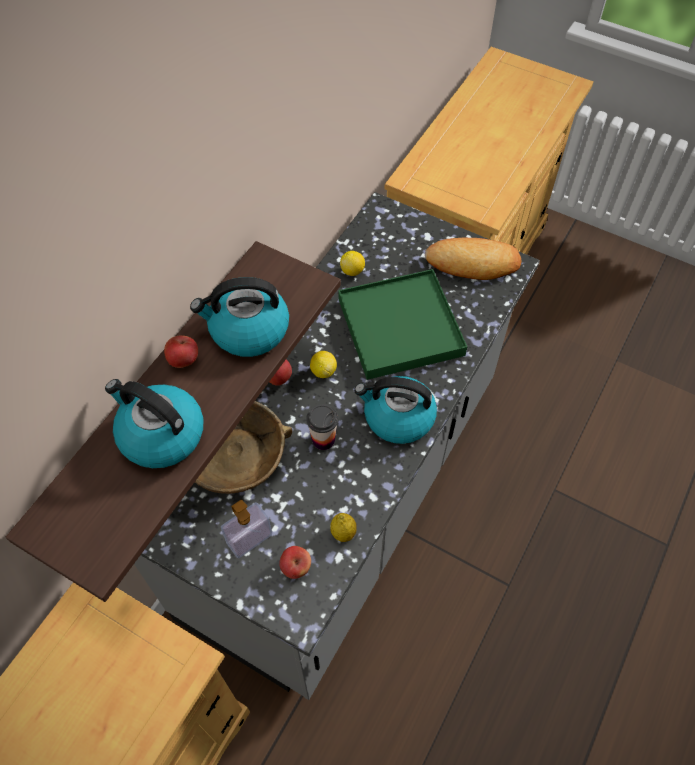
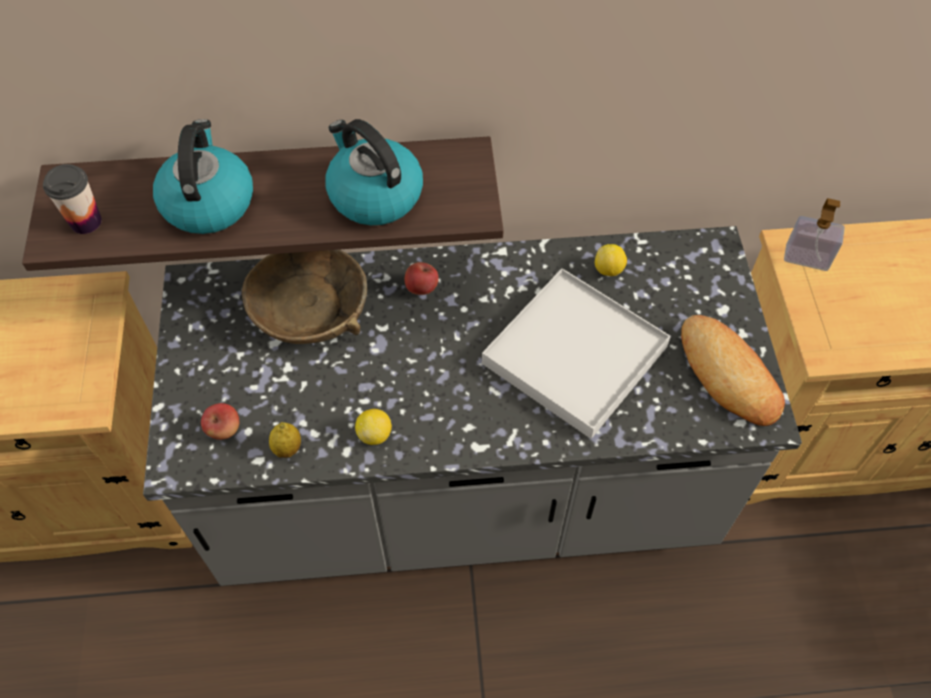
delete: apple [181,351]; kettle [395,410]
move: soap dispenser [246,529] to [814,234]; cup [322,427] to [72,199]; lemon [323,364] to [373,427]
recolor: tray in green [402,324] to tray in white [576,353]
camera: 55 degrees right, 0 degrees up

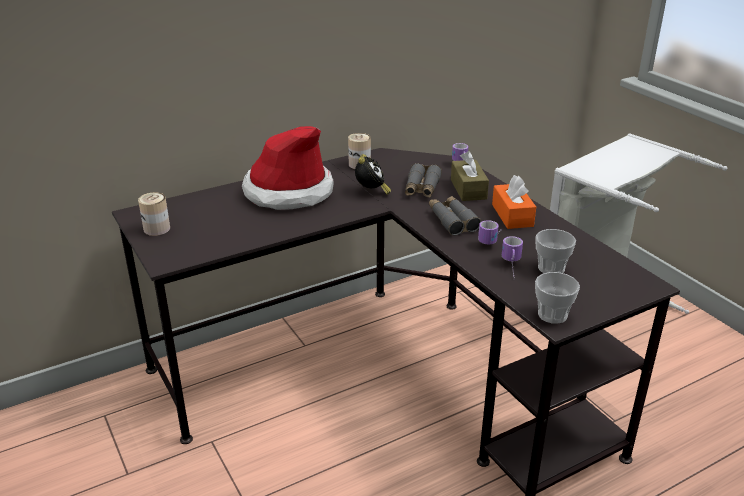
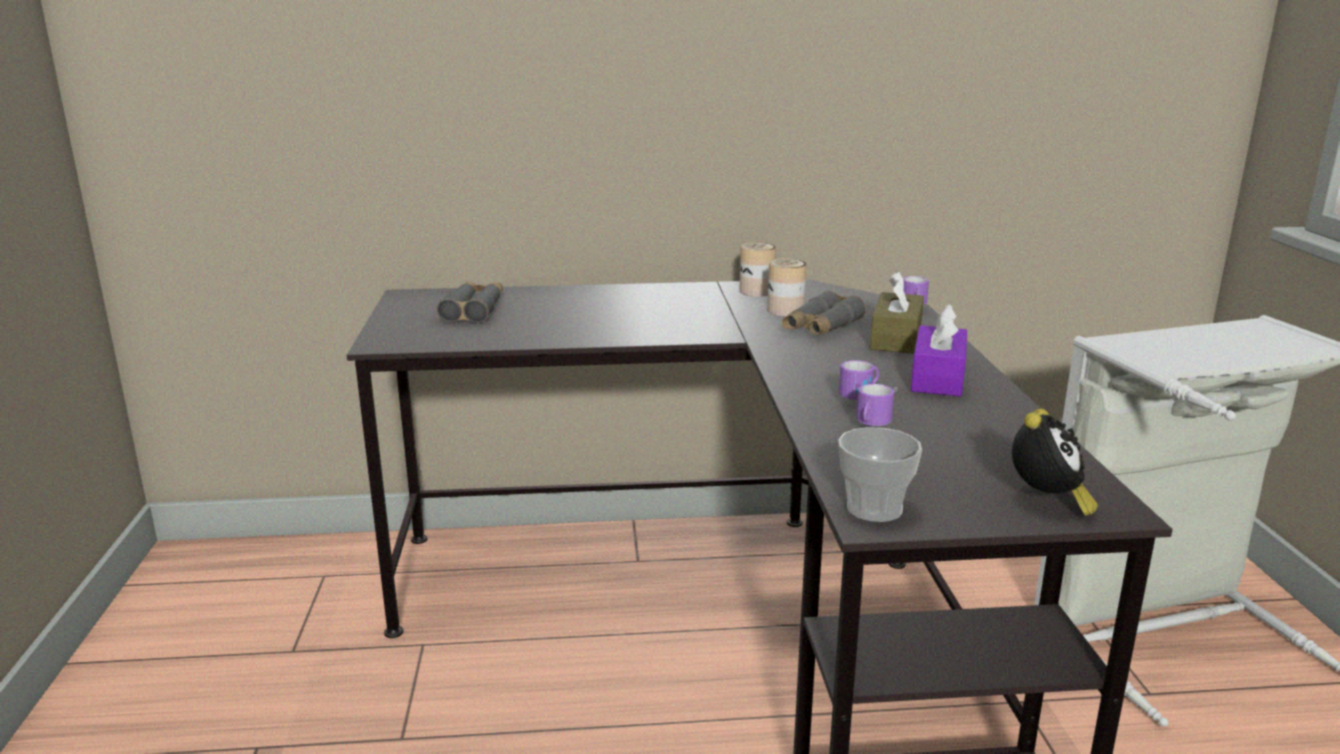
delete: hat [288,168]; cup [555,251]
move: can [154,214] to [786,287]; alarm clock [373,174] to [1055,462]; binoculars in grey [455,216] to [470,302]
recolor: tissue box in orange [514,202] to tissue box in purple [939,350]
camera: 25 degrees right, 10 degrees down

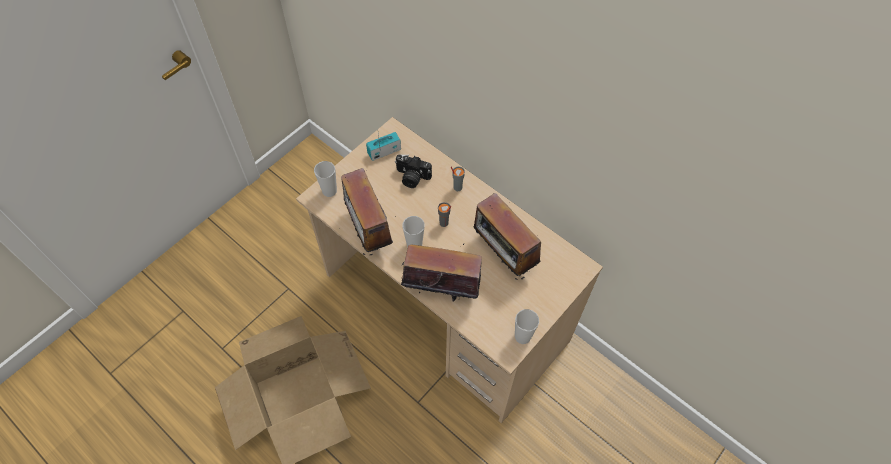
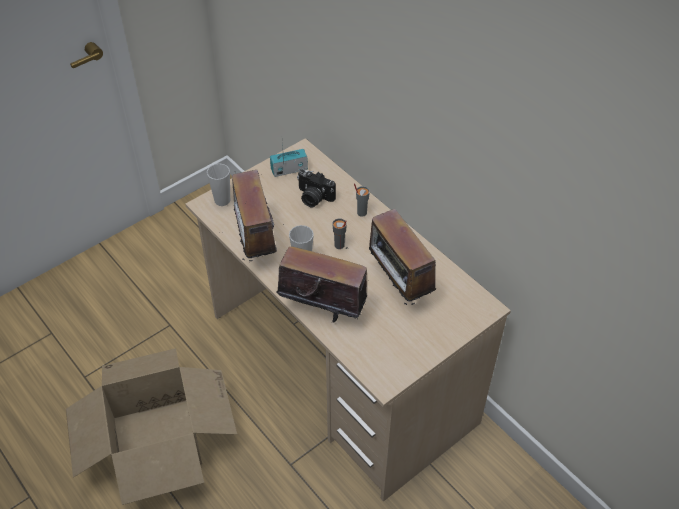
delete: cup [527,326]
camera: 10 degrees right, 10 degrees down

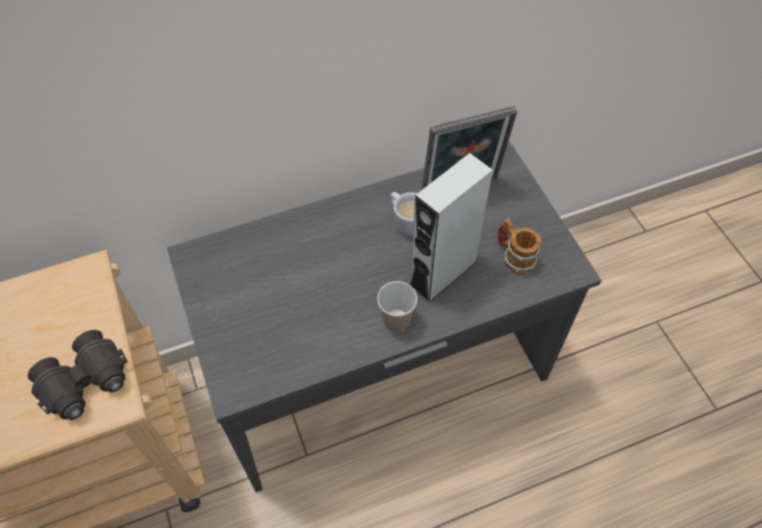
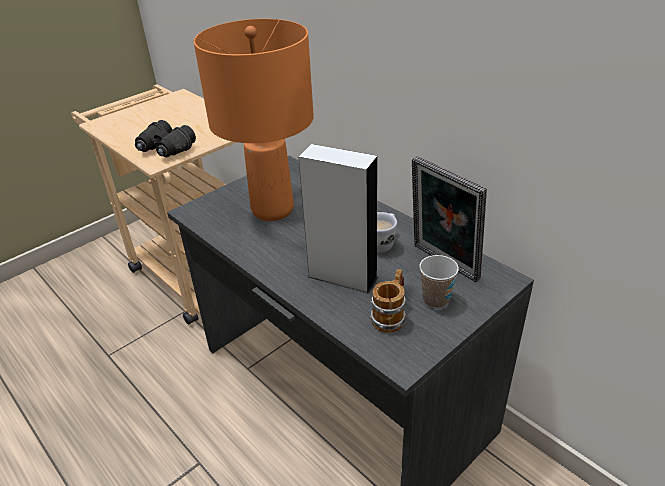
insert: table lamp in orange [254,120]
move: cup [397,306] to [439,281]
camera: 70 degrees right, 20 degrees down

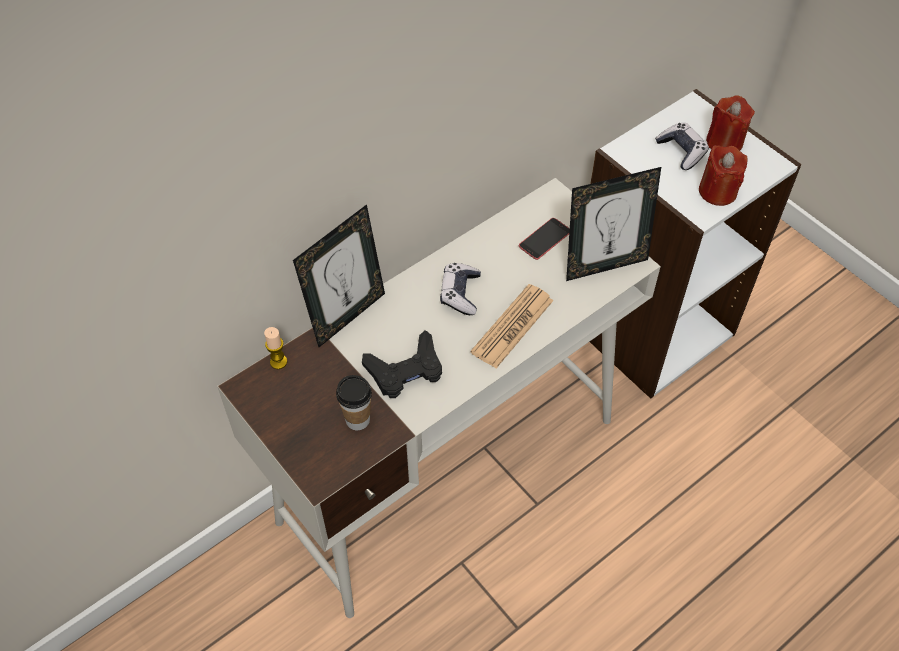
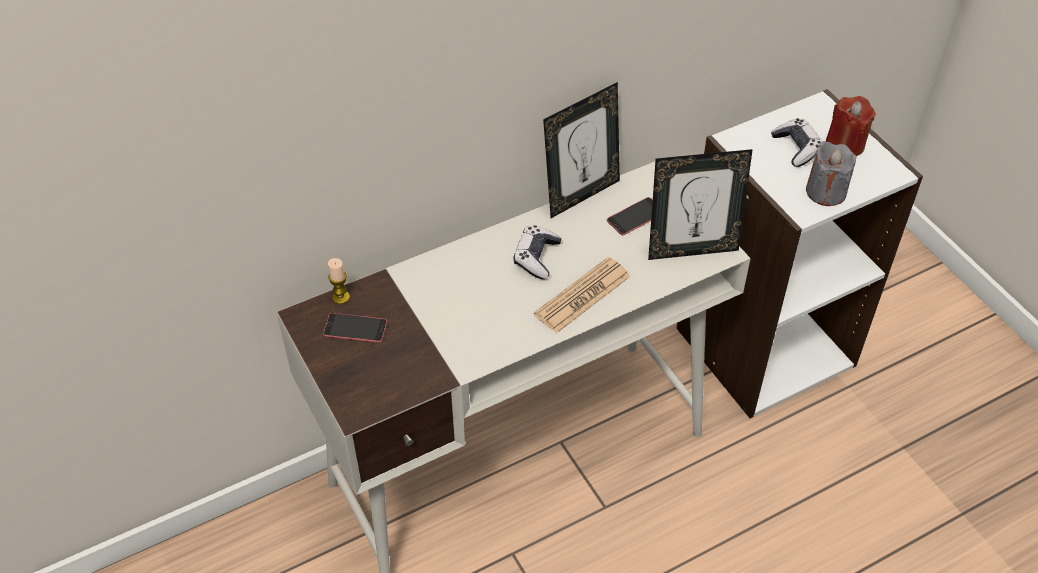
delete: cup [354,402]; game controller in black [402,364]
insert: phone [355,328]
move: picture frame [339,275] to [581,150]
recolor: candle in red [723,175] to candle in grey [831,173]
camera: 10 degrees right, 5 degrees down

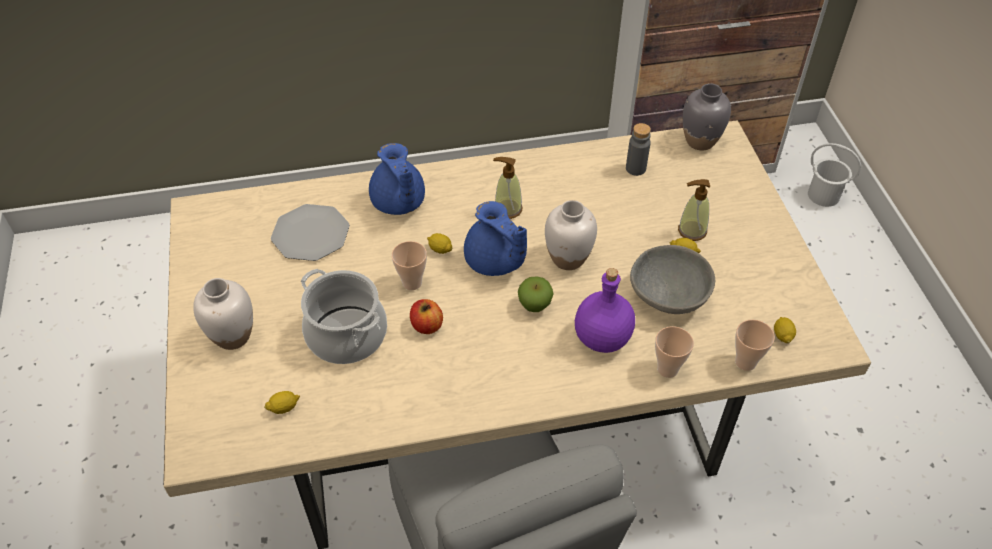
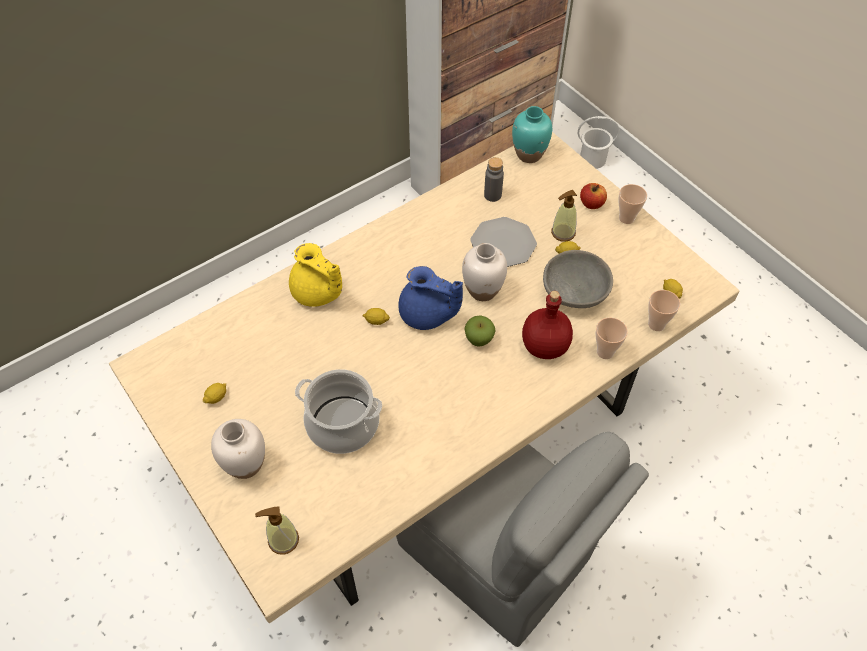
move: lemon [282,402] to [214,393]; plate [310,232] to [503,242]; cup [409,265] to [633,204]; apple [426,316] to [593,196]; soap dispenser [507,188] to [277,530]
recolor: teapot in blue [397,179] to teapot in yellow [315,275]; bottle in purple [605,310] to bottle in red [547,325]; vase in grey [707,117] to vase in turquoise [532,134]
camera: 25 degrees left, 5 degrees up

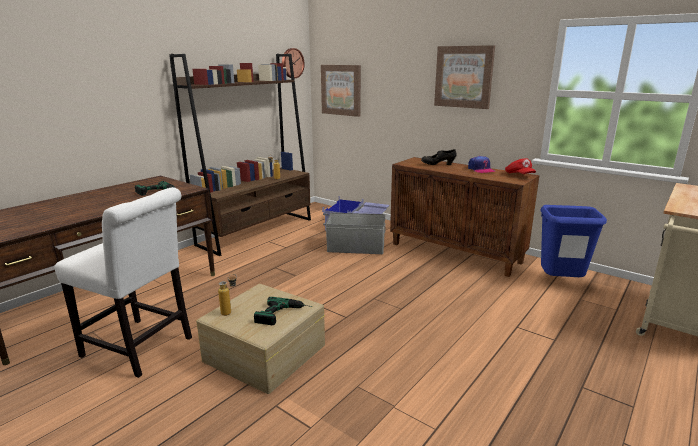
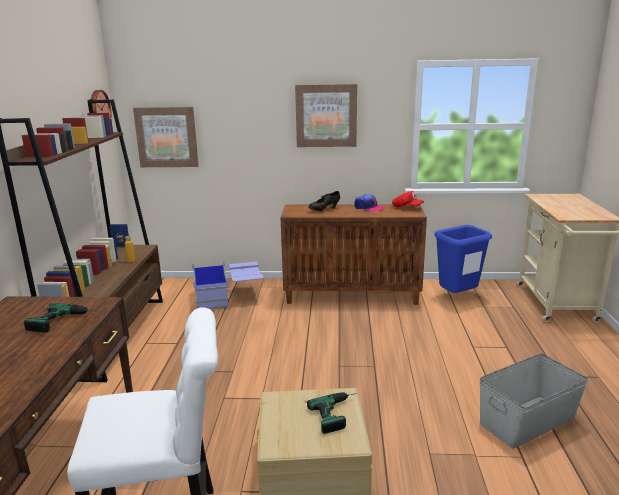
delete: bottle [227,295]
move: storage box in grey [355,233] to [533,401]
camera: 35 degrees left, 0 degrees up

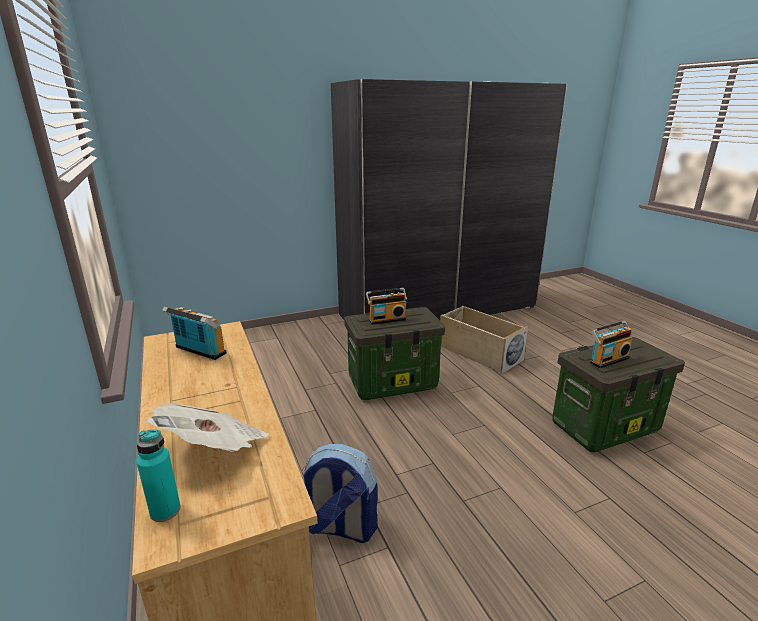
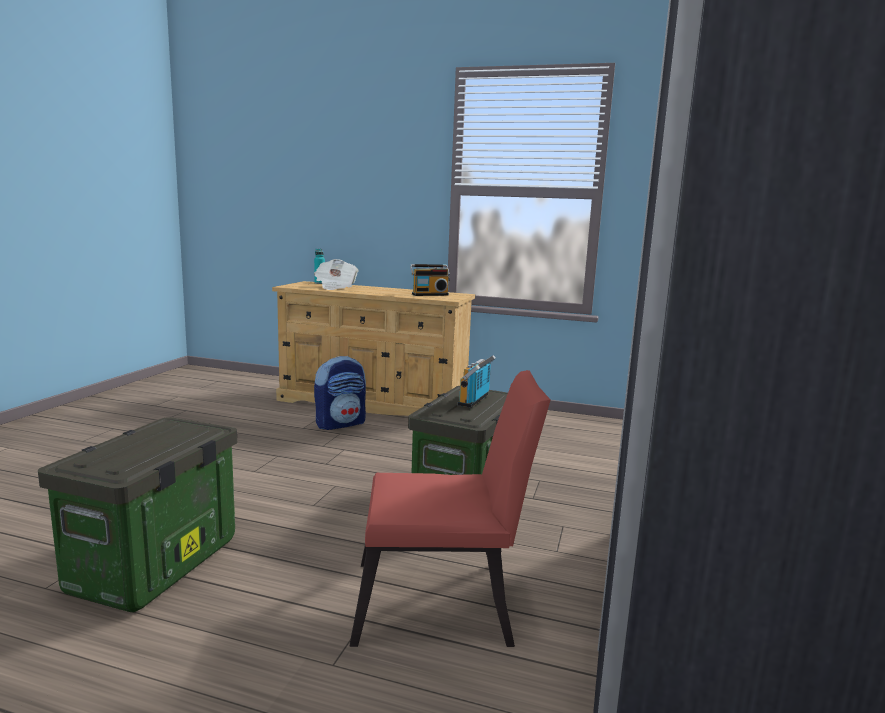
delete: radio [611,344]
replace: storage box in beige [484,340] to chair in red [450,508]
camera: 130 degrees right, 10 degrees down

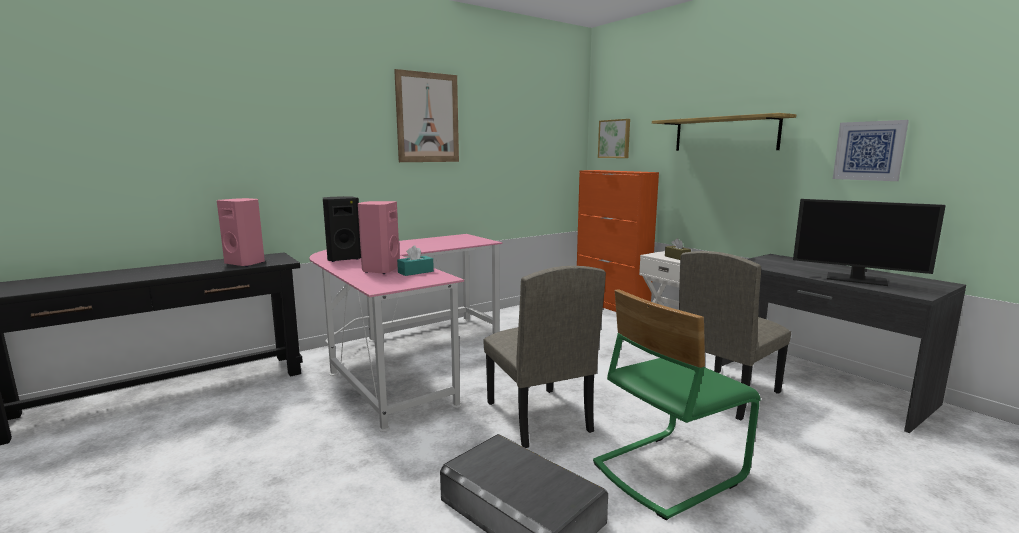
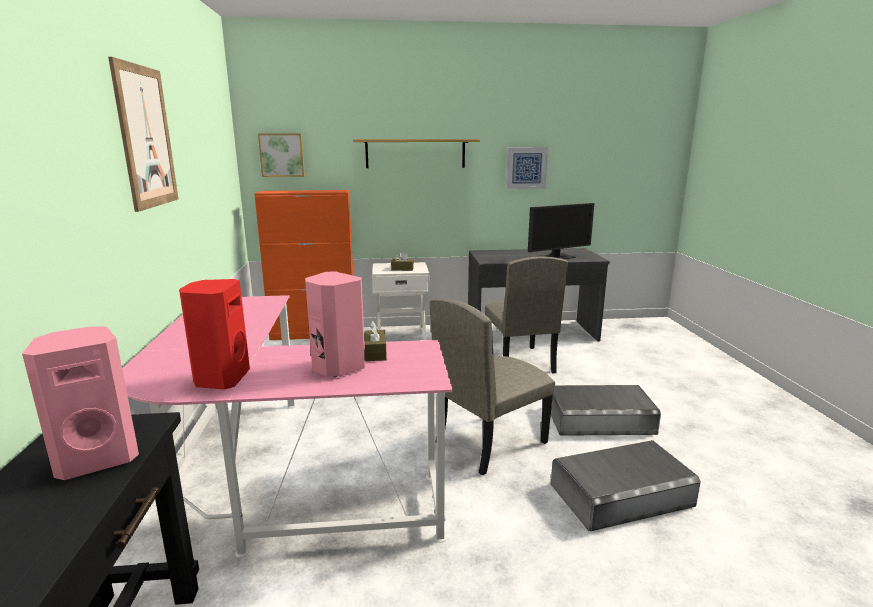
replace: chair in green [677,405] to storage box in grey [606,410]
recolor: speaker in black [342,229] to speaker in red [214,334]; tissue box in turquoise [415,260] to tissue box in brown [375,341]
rotate: chair in beige [545,357] = [492,386] 135 degrees clockwise
camera: 60 degrees left, 5 degrees up

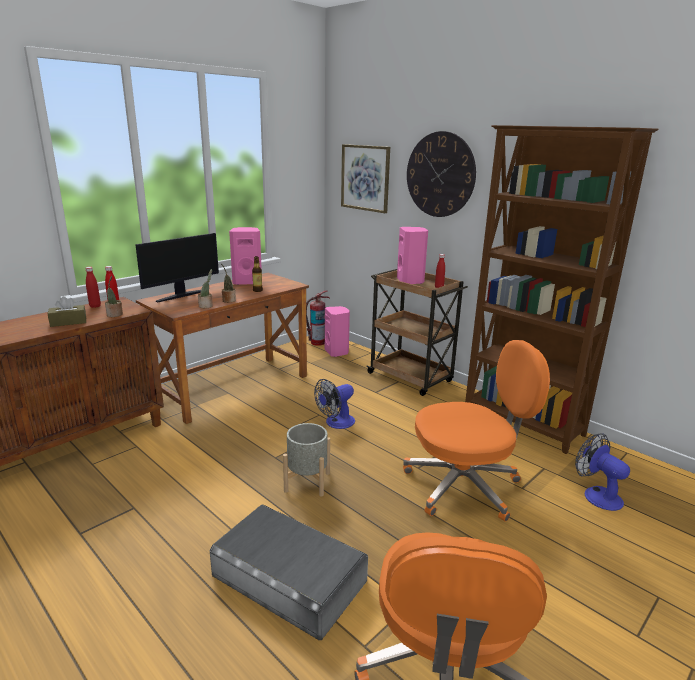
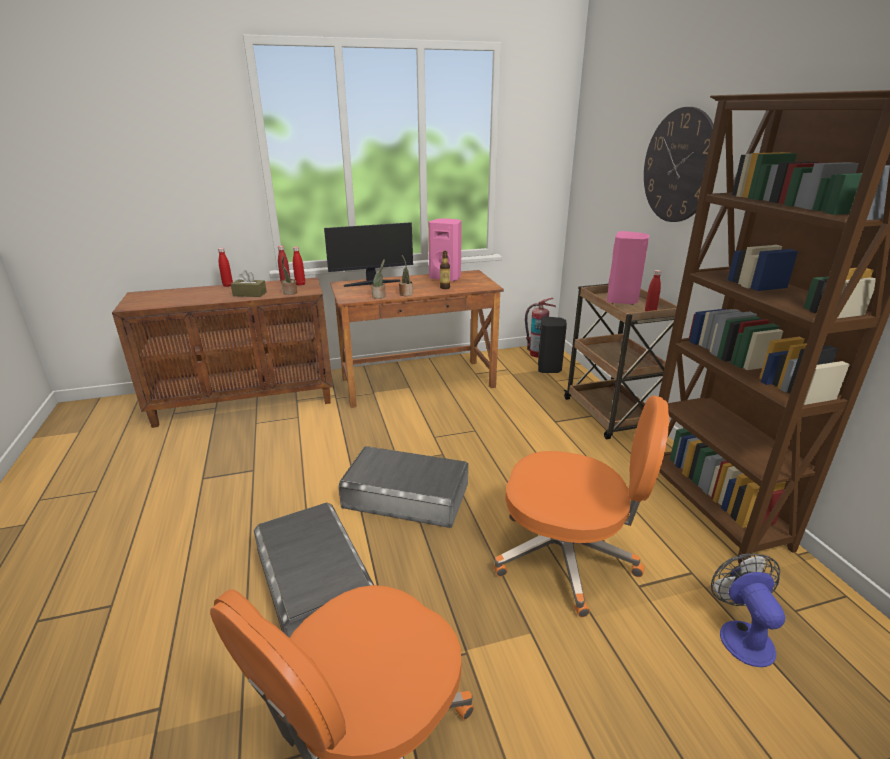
delete: fan [334,404]; picture [365,178]
insert: bottle in red [225,267]
replace: planter in grey [306,459] to storage box in grey [403,487]
recolor: speaker in pink [337,331] to speaker in black [552,344]
camera: 30 degrees right, 5 degrees up

